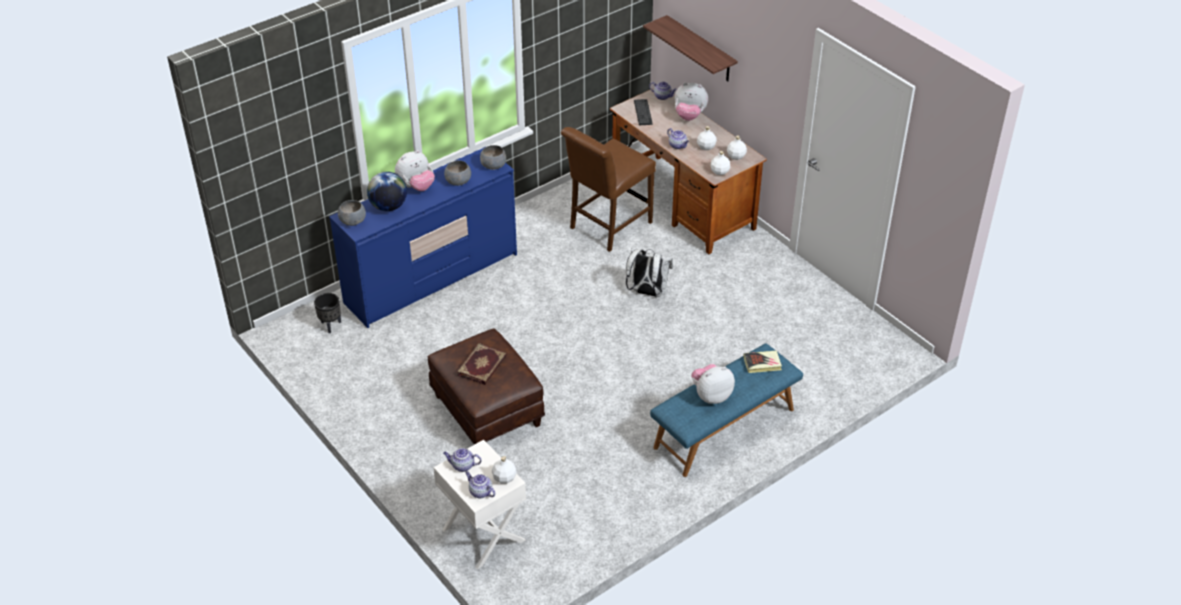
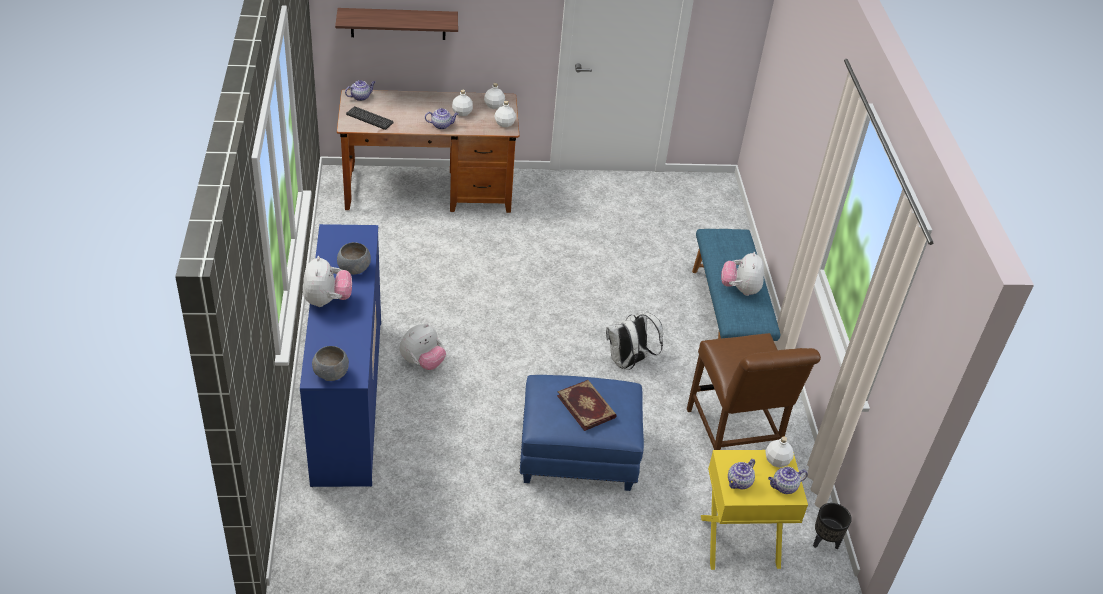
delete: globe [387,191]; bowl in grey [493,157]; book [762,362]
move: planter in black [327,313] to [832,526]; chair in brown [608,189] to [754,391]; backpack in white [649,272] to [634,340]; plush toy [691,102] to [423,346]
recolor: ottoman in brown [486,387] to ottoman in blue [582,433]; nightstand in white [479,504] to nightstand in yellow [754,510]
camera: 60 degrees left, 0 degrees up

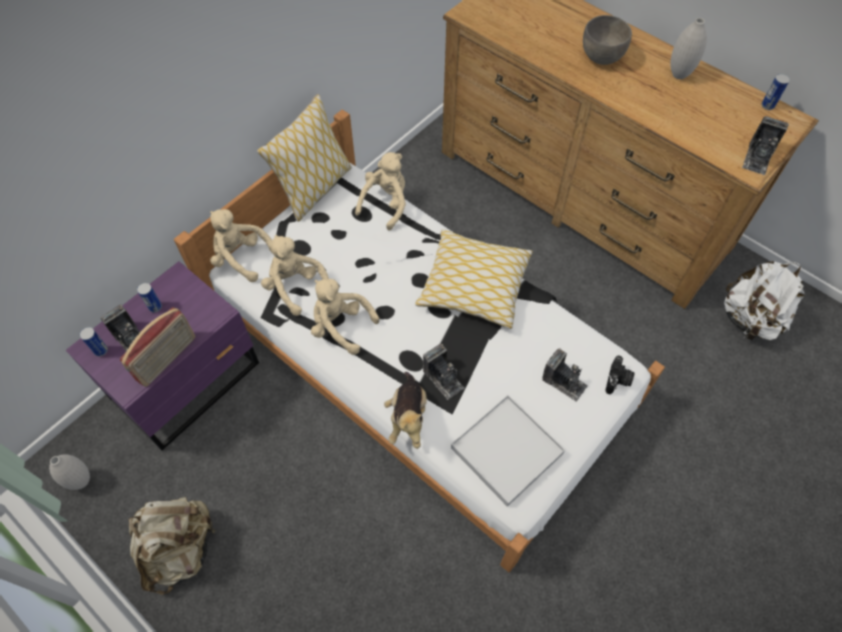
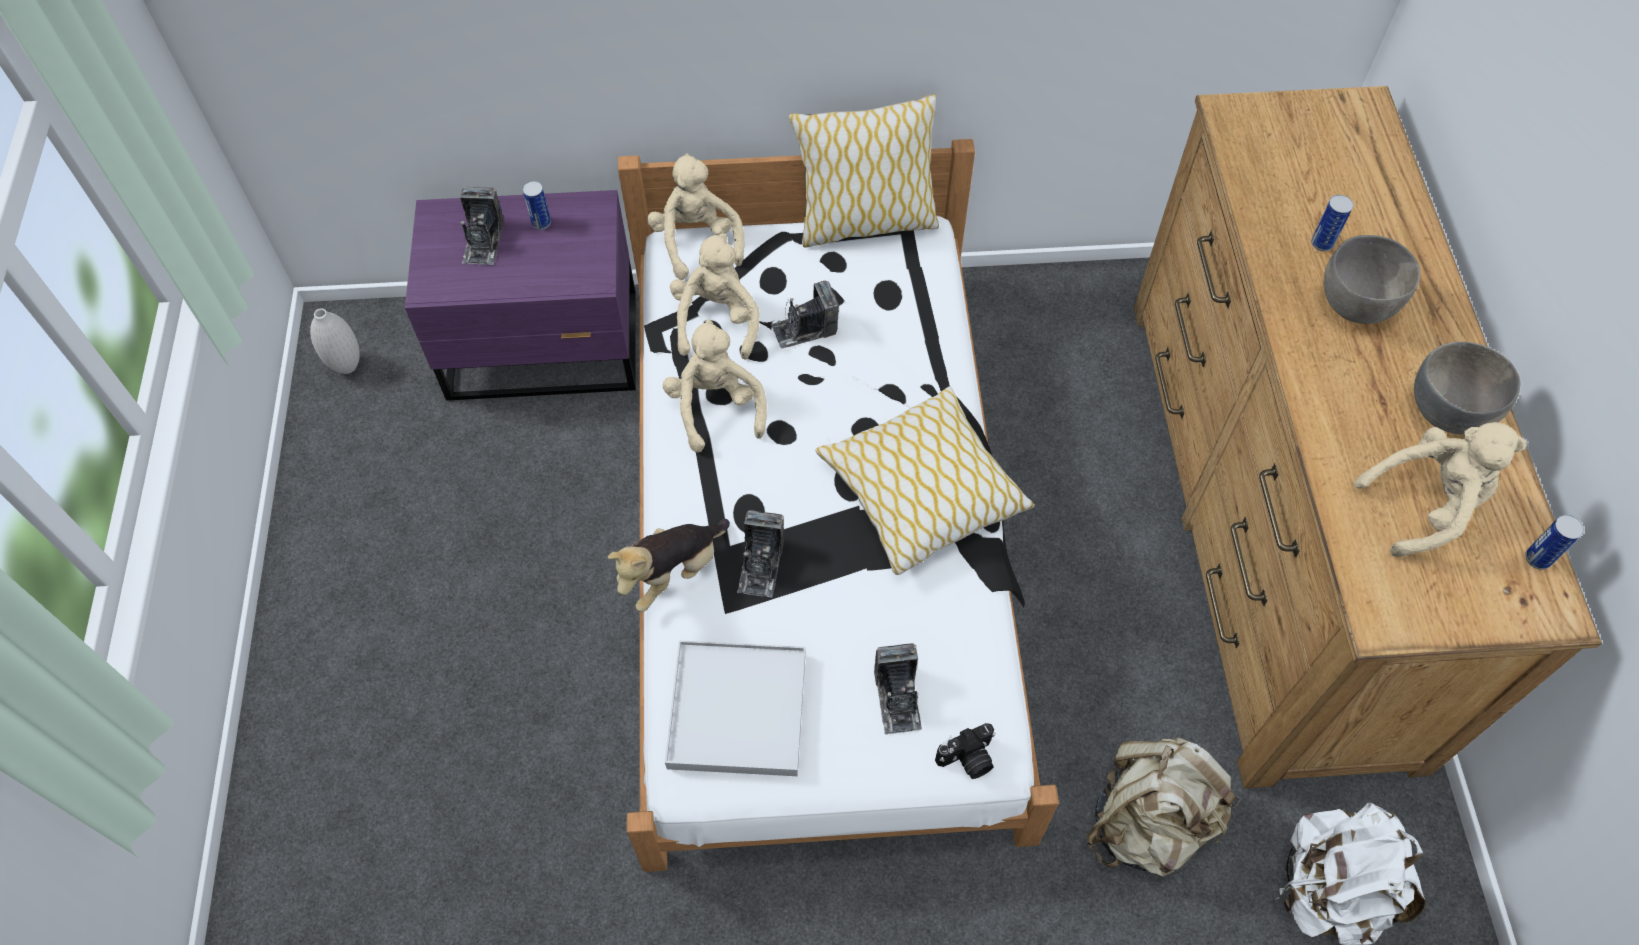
delete: radio [157,347]
move: can [94,341] to [1332,223]; backpack in beige [172,546] to [1163,807]; plush toy in beige [380,191] to [1440,489]; photo camera [765,145] to [805,315]
replace: vase in white [688,48] to bowl in grey [1467,388]
camera: 45 degrees right, 0 degrees up

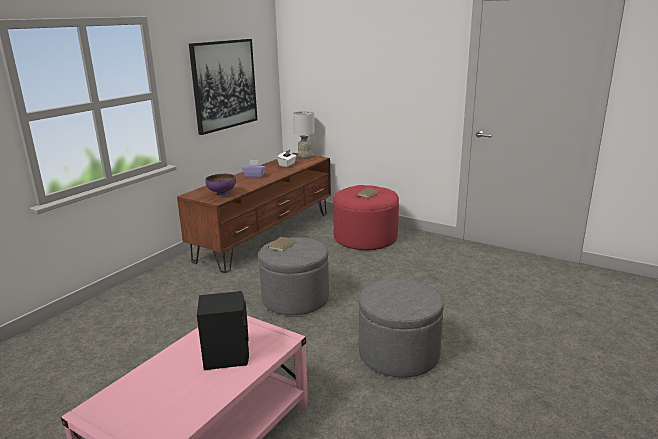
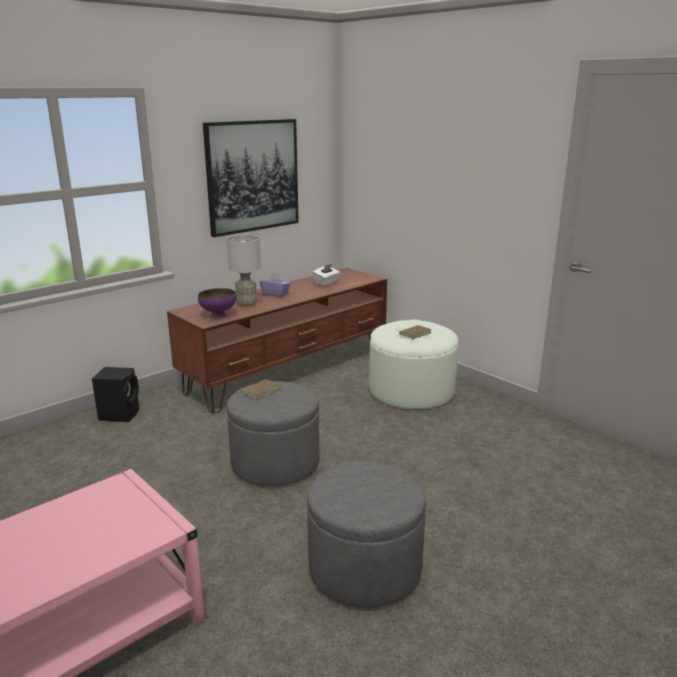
move: speaker in black [223,330] to [115,394]; table lamp in grey [304,135] to [244,271]
recolor: ottoman in red [366,217] to ottoman in white [414,364]
camera: 15 degrees right, 0 degrees up

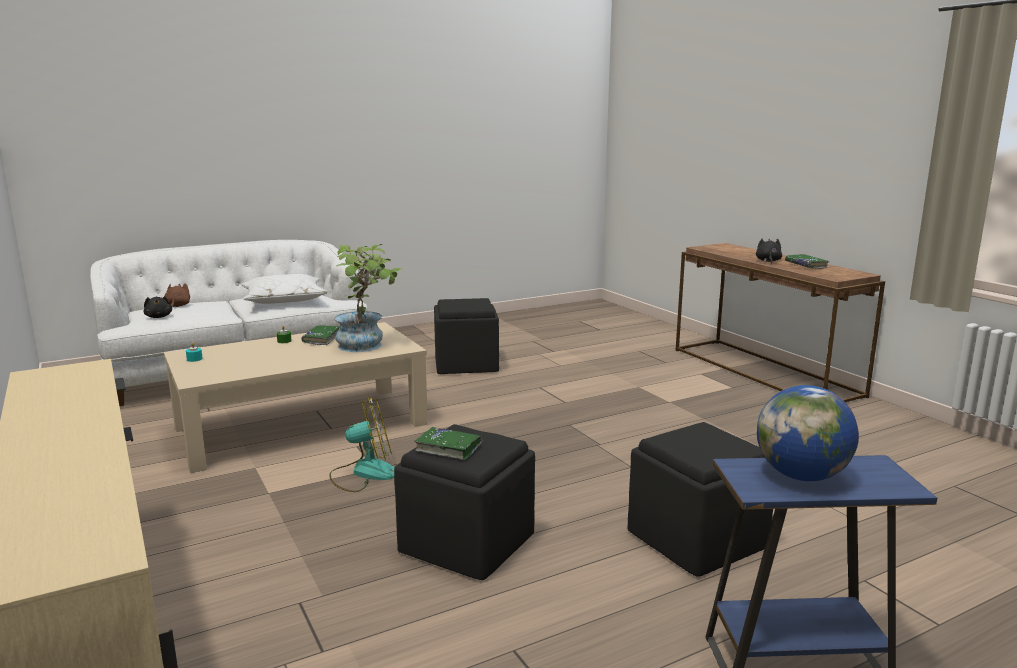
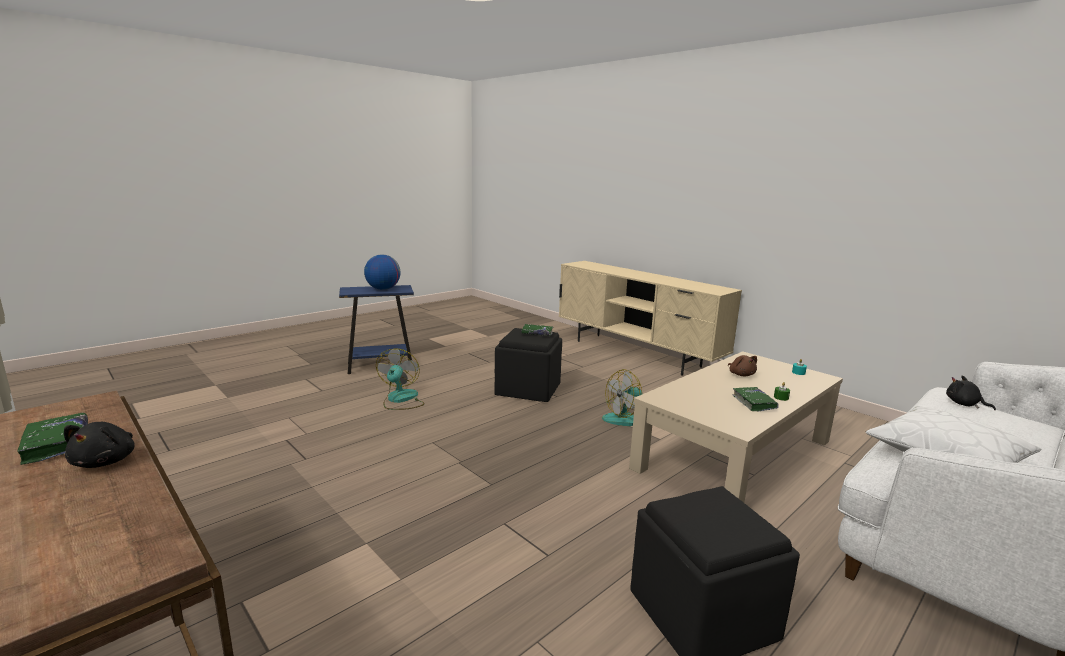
delete: potted plant [368,298]
move: plush toy in brown [177,295] to [742,365]
replace: ottoman in black [700,499] to fan [400,379]
camera: 165 degrees right, 0 degrees up

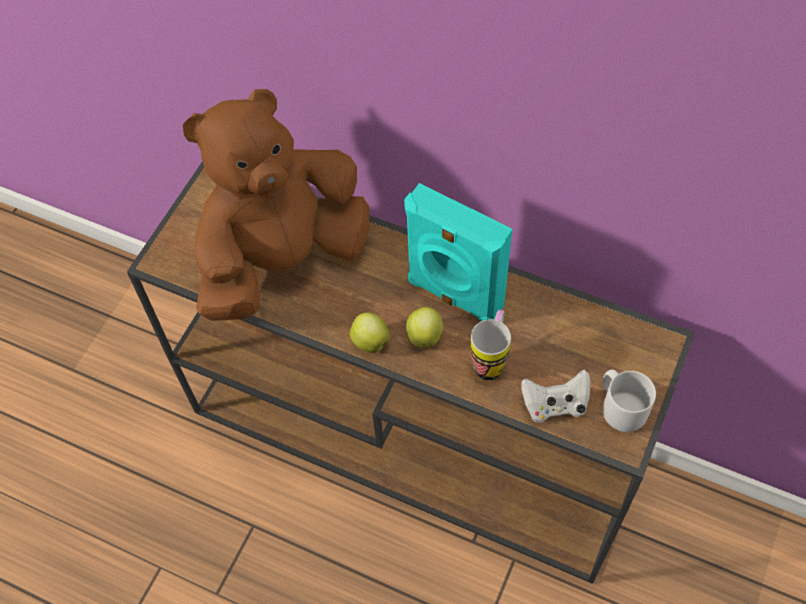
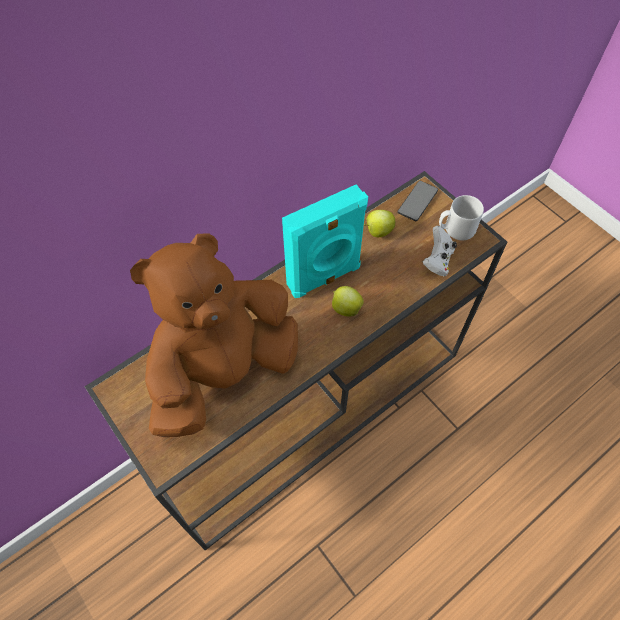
delete: mug [491,345]
insert: phone [417,201]
move: apple [370,333] to [379,223]
rotate: plush toy in brown [276,205] = [214,335] 60 degrees clockwise
camera: 65 degrees left, 0 degrees up

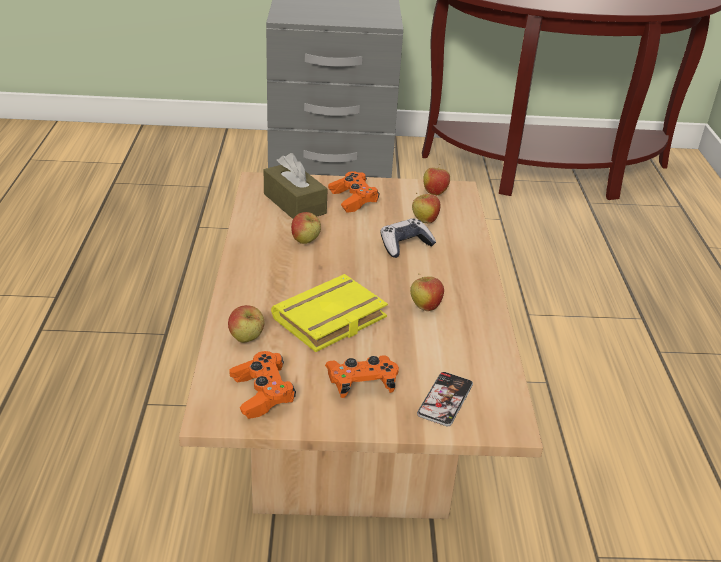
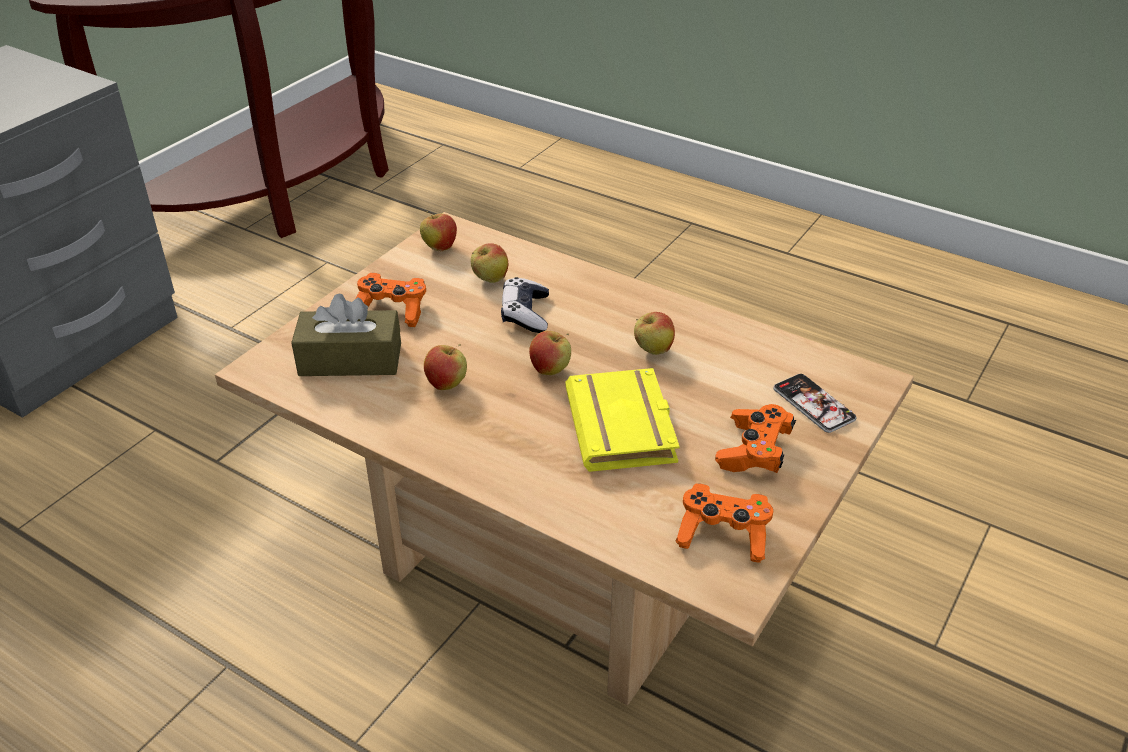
move: apple [246,324] to [550,353]
camera: 55 degrees left, 5 degrees up

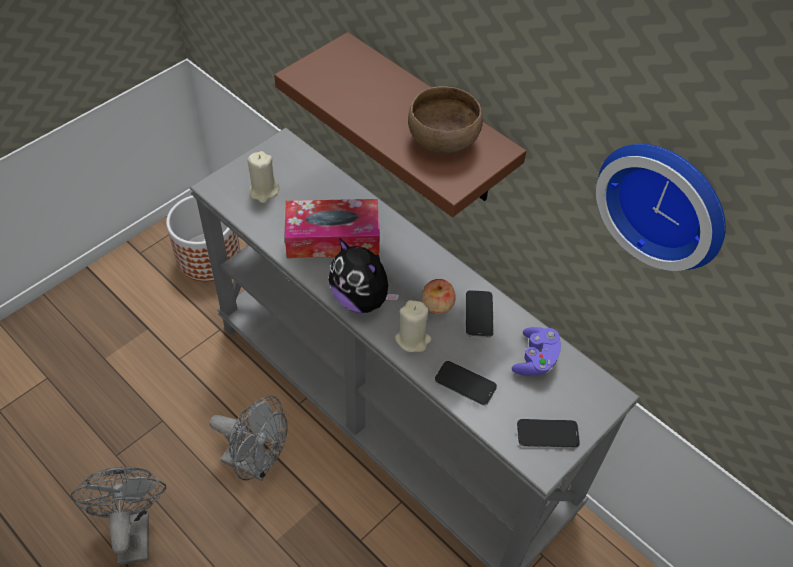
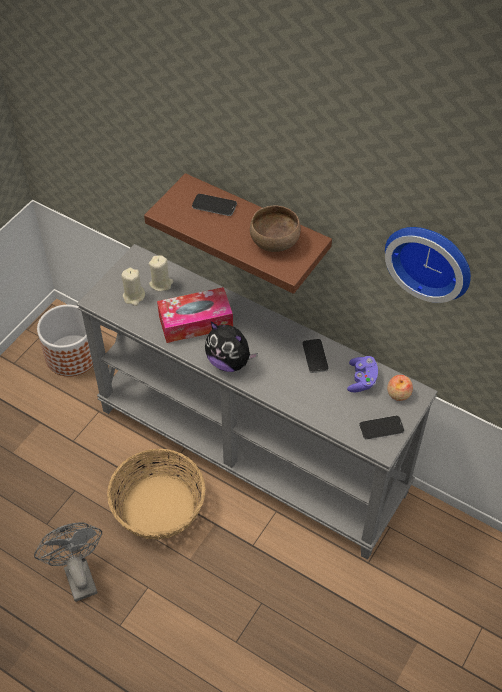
move: candle in beige [413,326] to [161,273]; apple [439,296] to [400,388]; phone [466,383] to [214,205]
replace: fan in grey [248,438] to basket [156,494]
camera: 10 degrees left, 0 degrees up

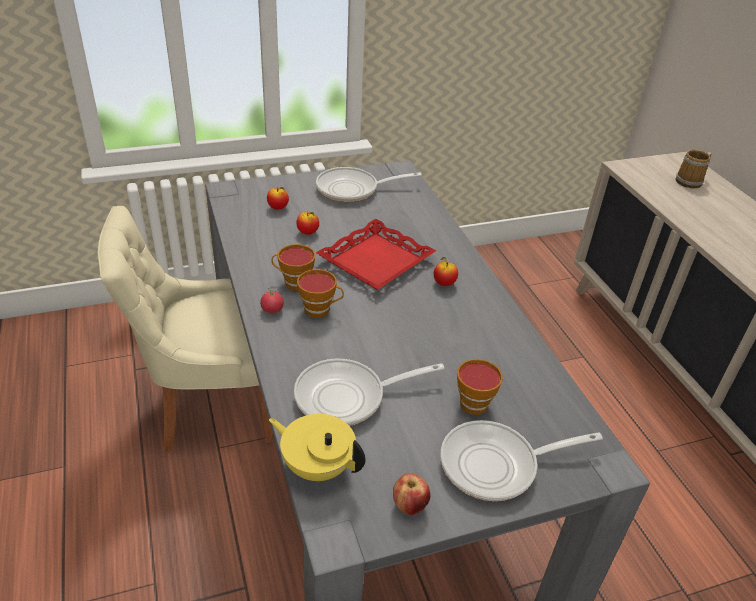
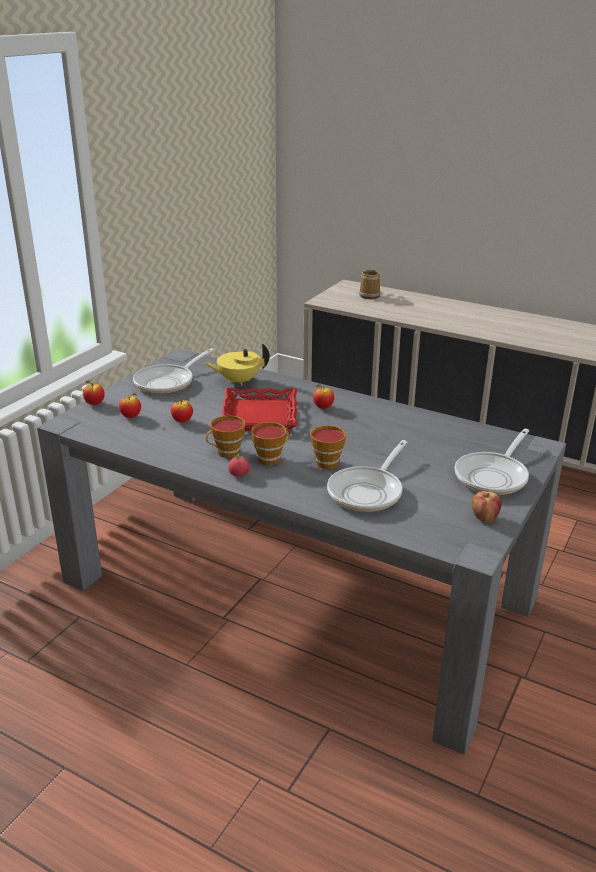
delete: chair in beige [185,329]
insert: apple [94,393]
move: teapot in yellow [317,447] to [237,365]; cup [480,387] to [328,447]
camera: 40 degrees left, 10 degrees down

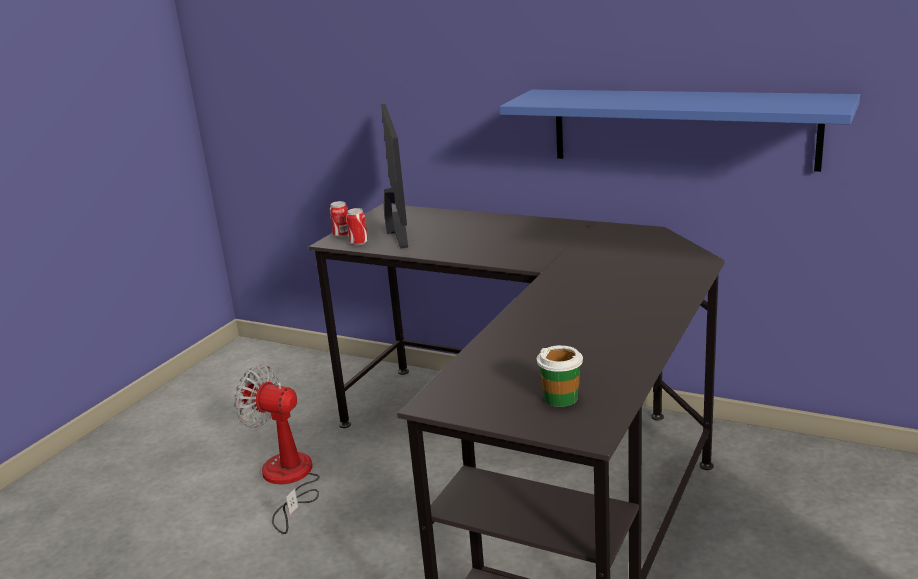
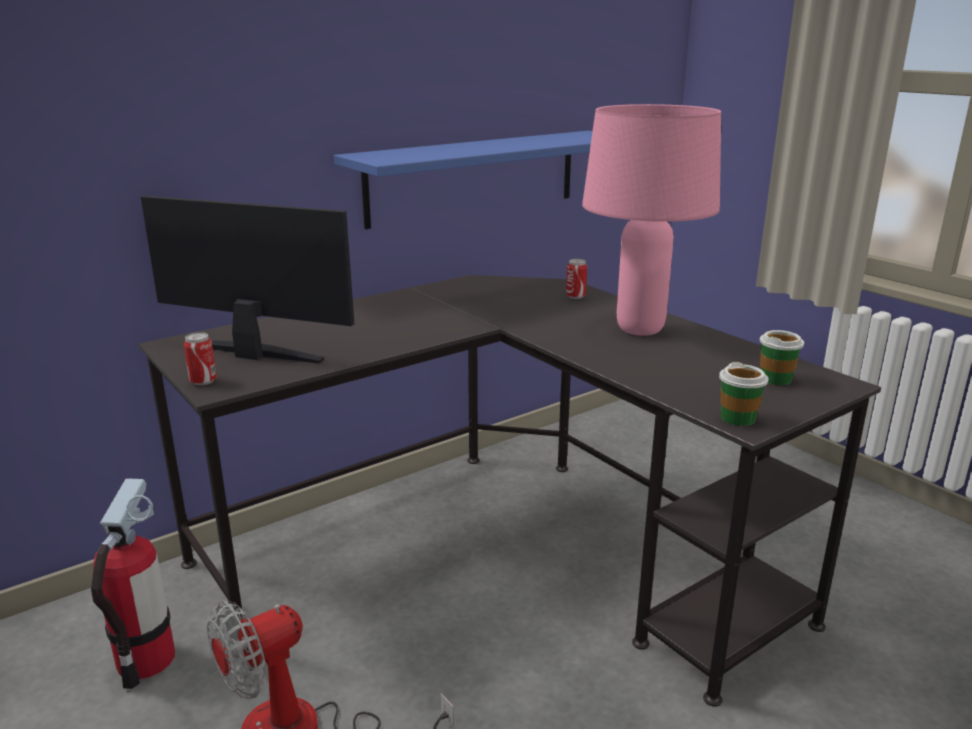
insert: fire extinguisher [133,583]; table lamp in pink [651,220]; cup [744,394]
move: can [357,227] to [576,279]
camera: 65 degrees left, 0 degrees up

